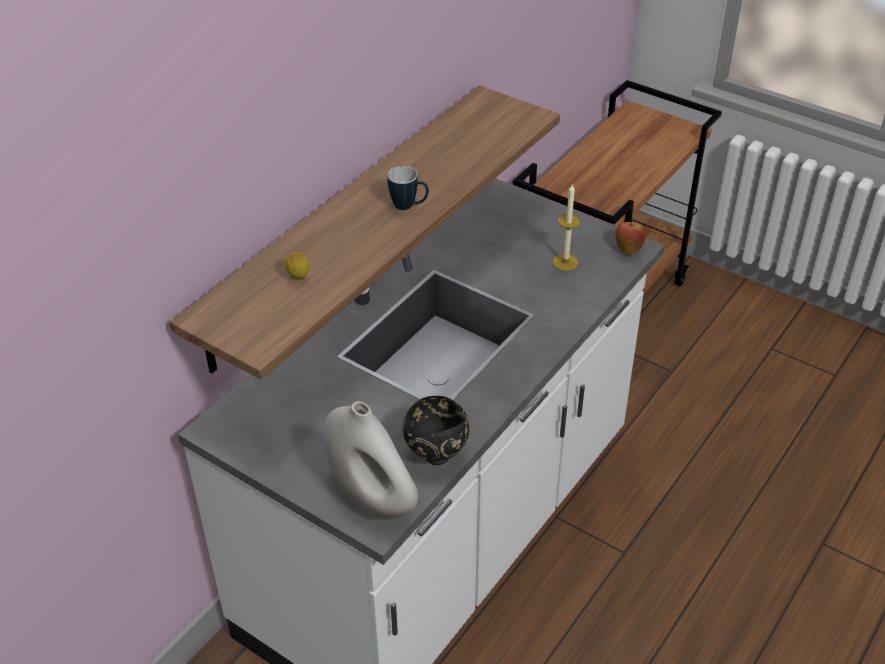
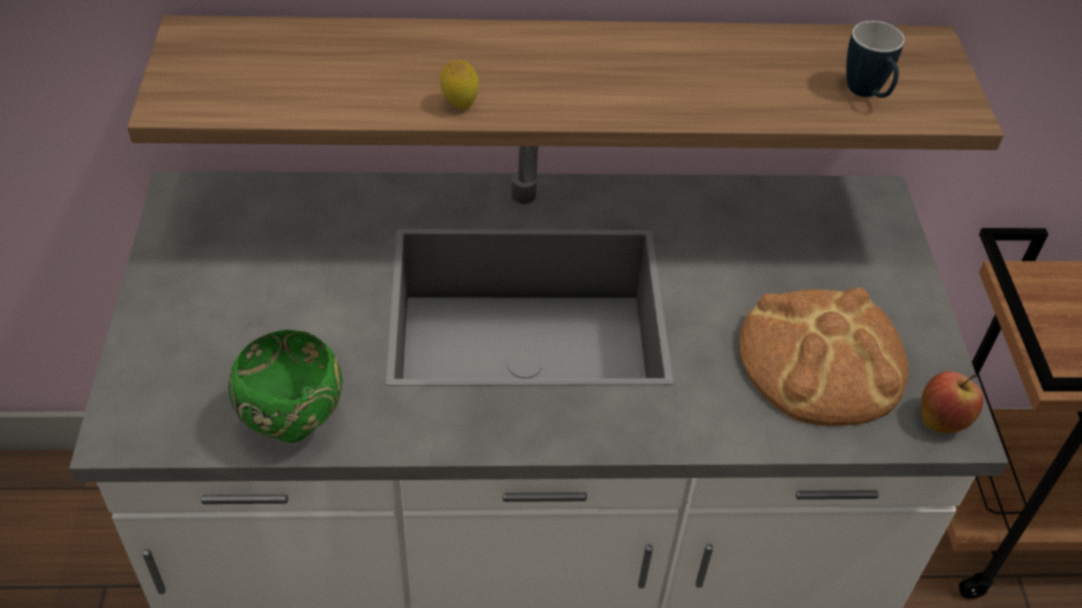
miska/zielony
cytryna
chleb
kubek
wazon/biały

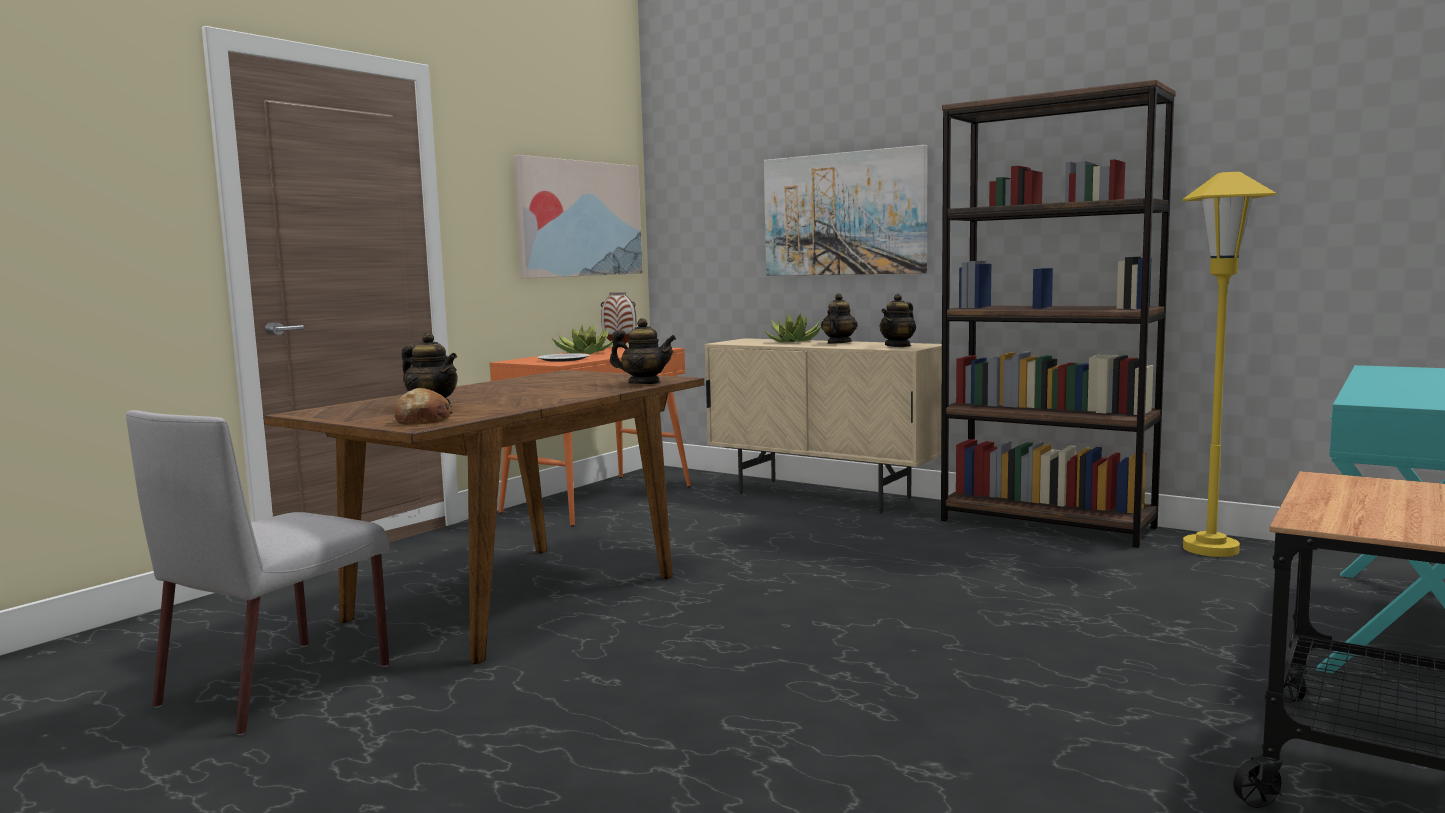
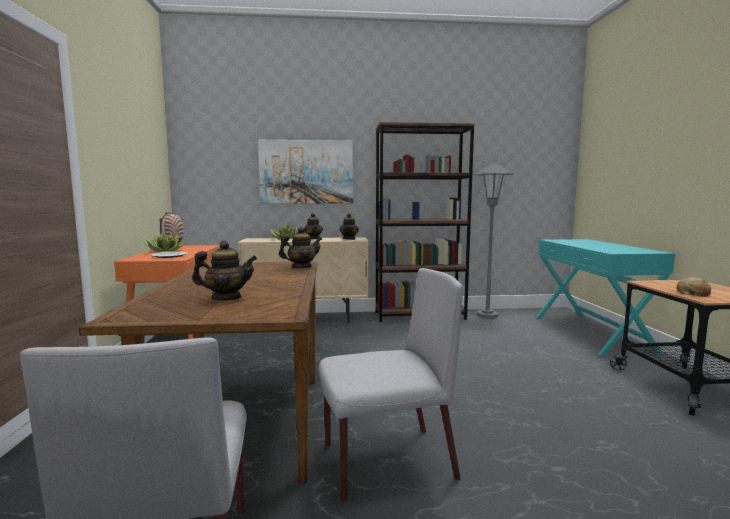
krzesło/szary (2nd from left)
lampa stojąca/szary
chleb
obraz (1st from left in the first image)

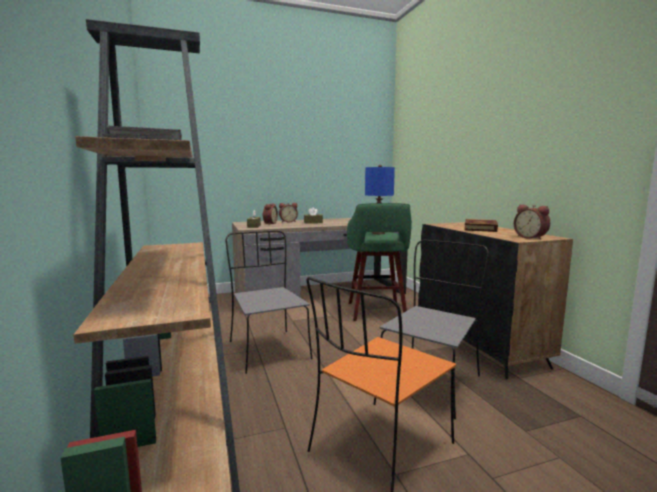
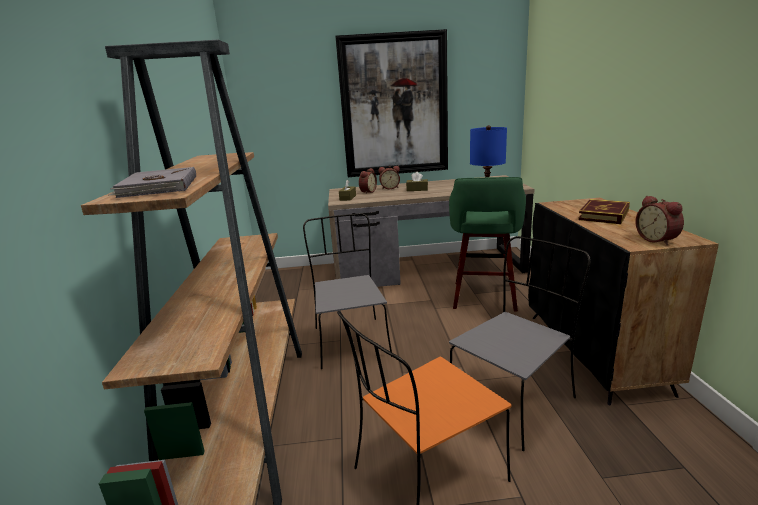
obraz

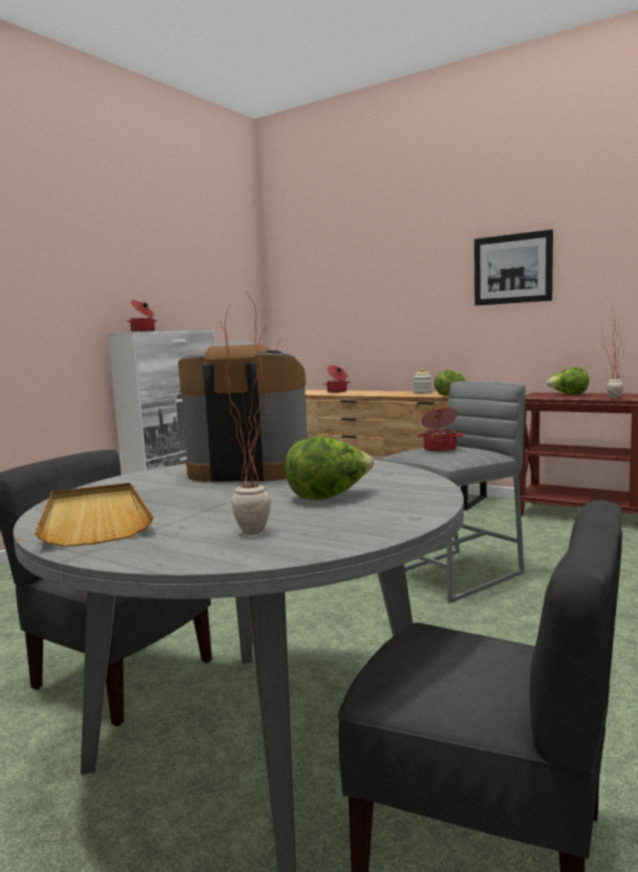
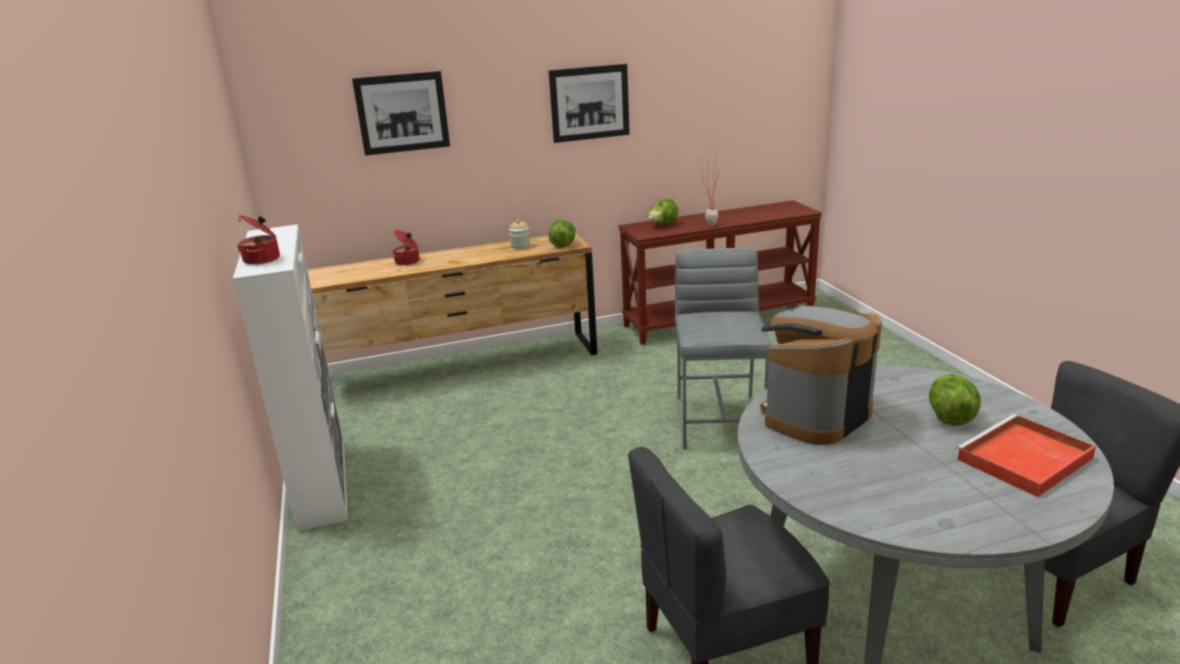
obraz (1st from left)
taca/czerwony
taca/beżowy
garnek (3rd from left in the first image)

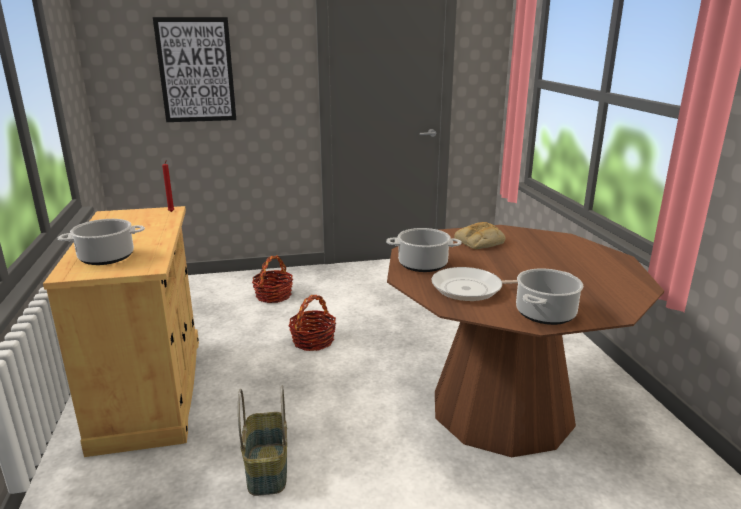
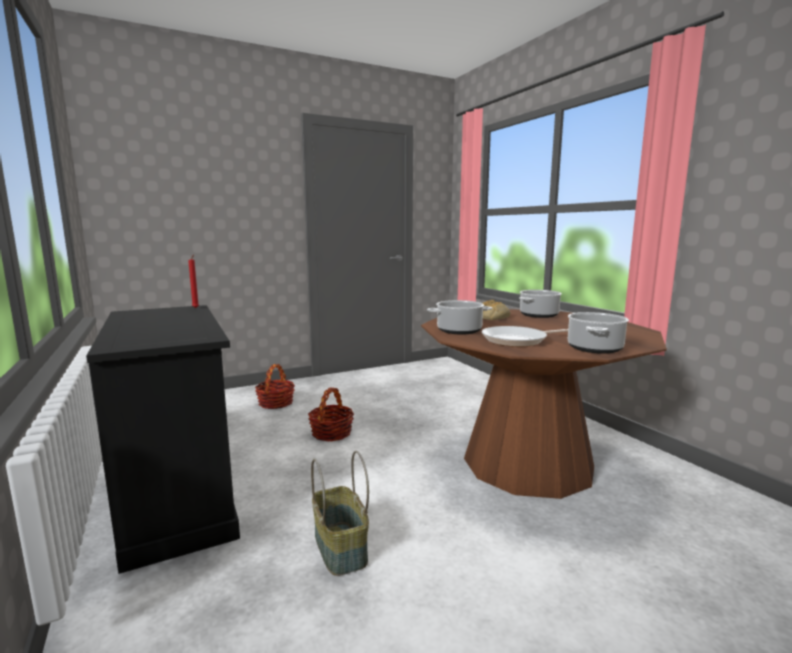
szafka/czarny
garnek (2nd from left)
obraz

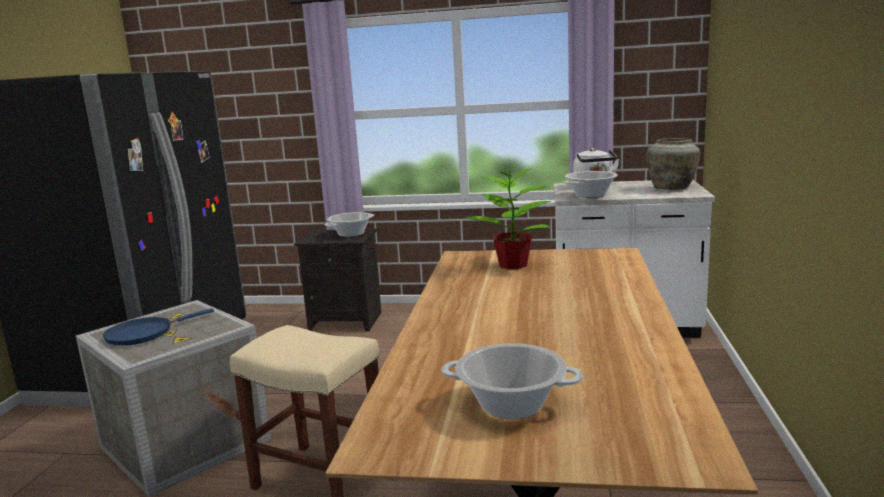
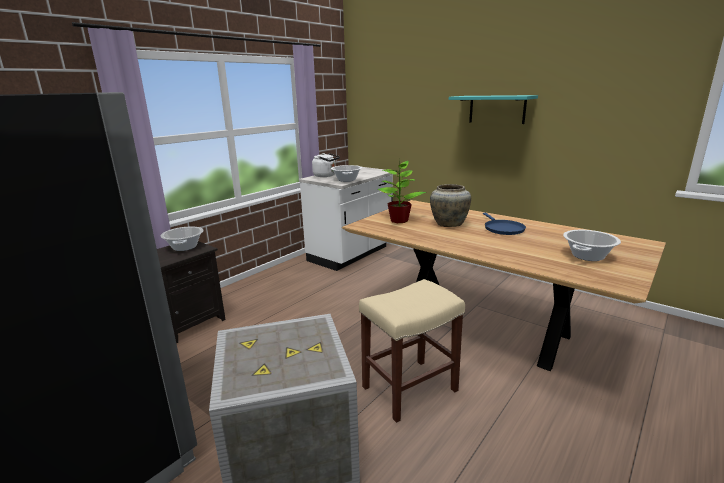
wazon/beżowy
półka/turkusowy
patelnia/niebieski

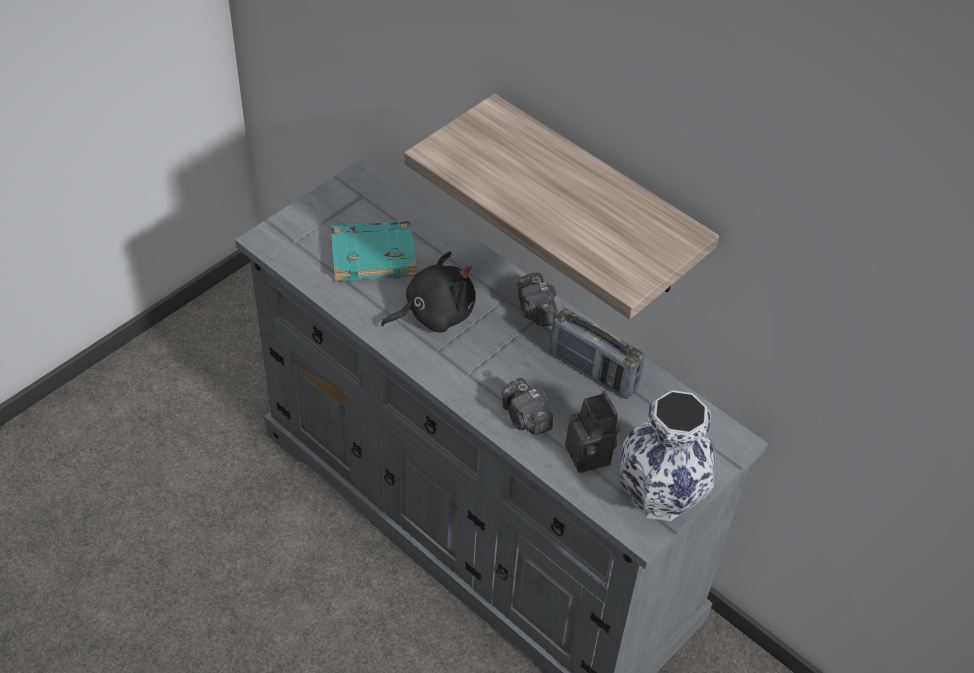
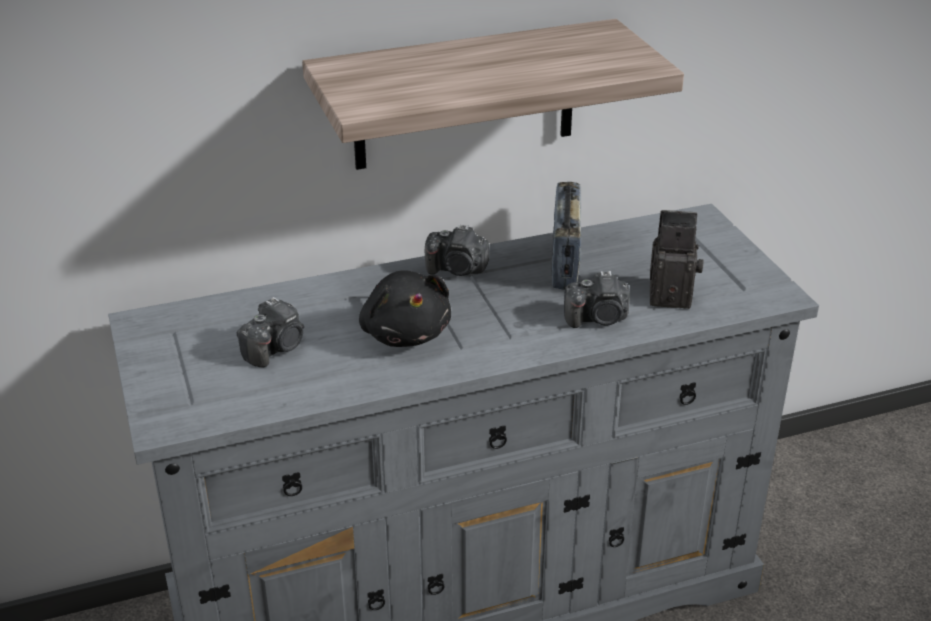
aparat fotograficzny (1st from left)
pluszak/czarny
radio
wazon

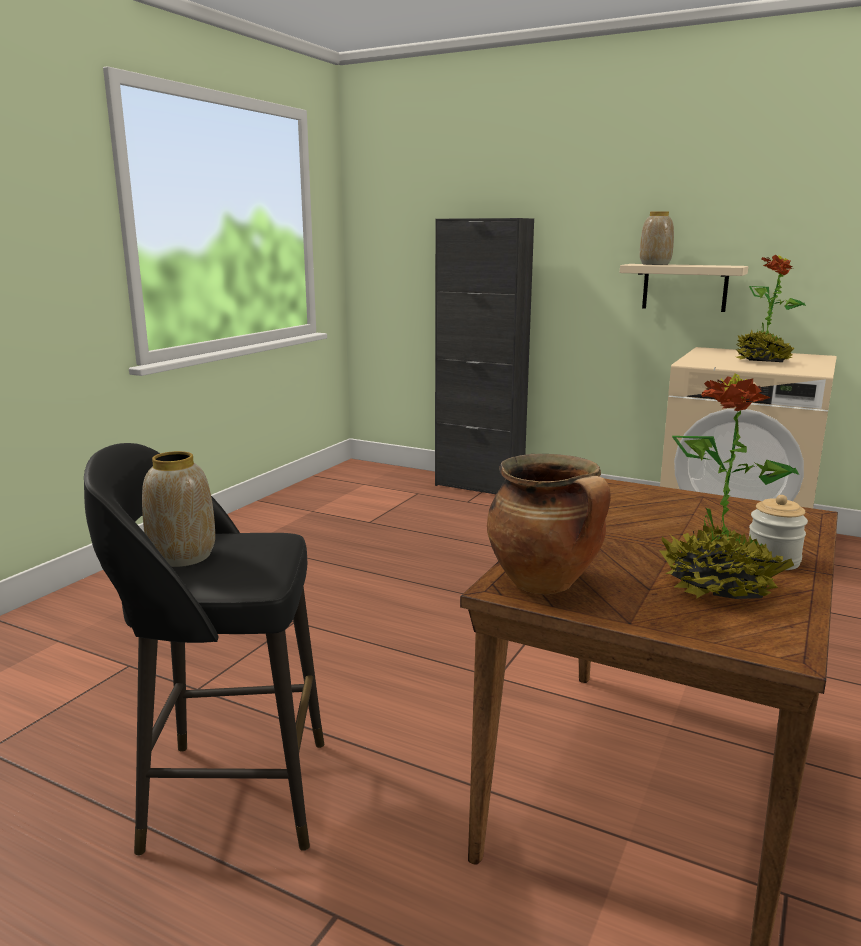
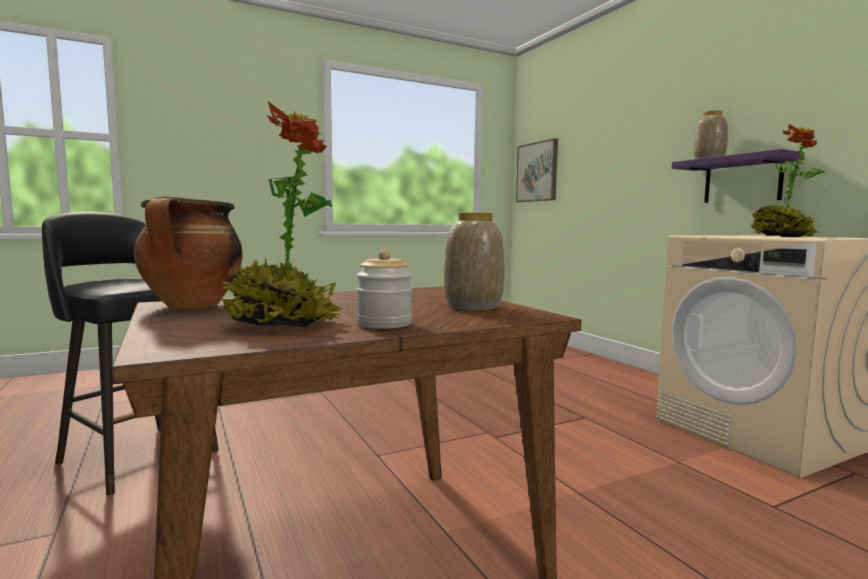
wazon (1st from left)
obraz
półka/fioletowy
szafka/czarny

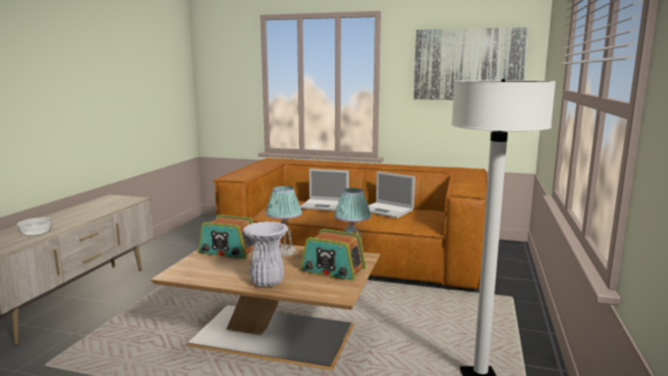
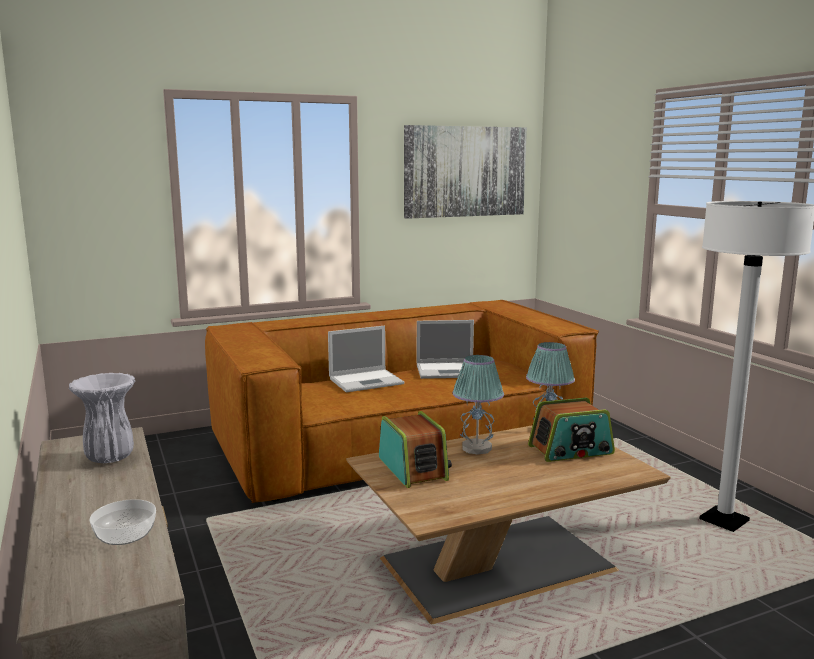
wazon/biały
radio (1st from left)

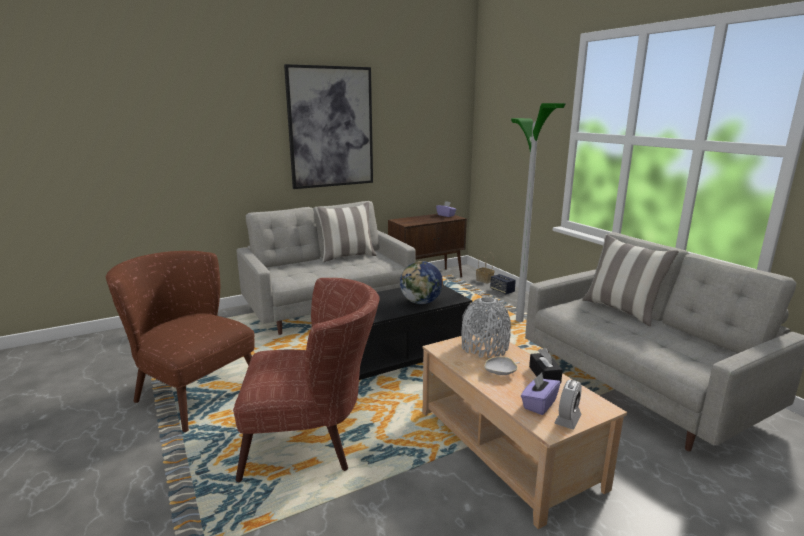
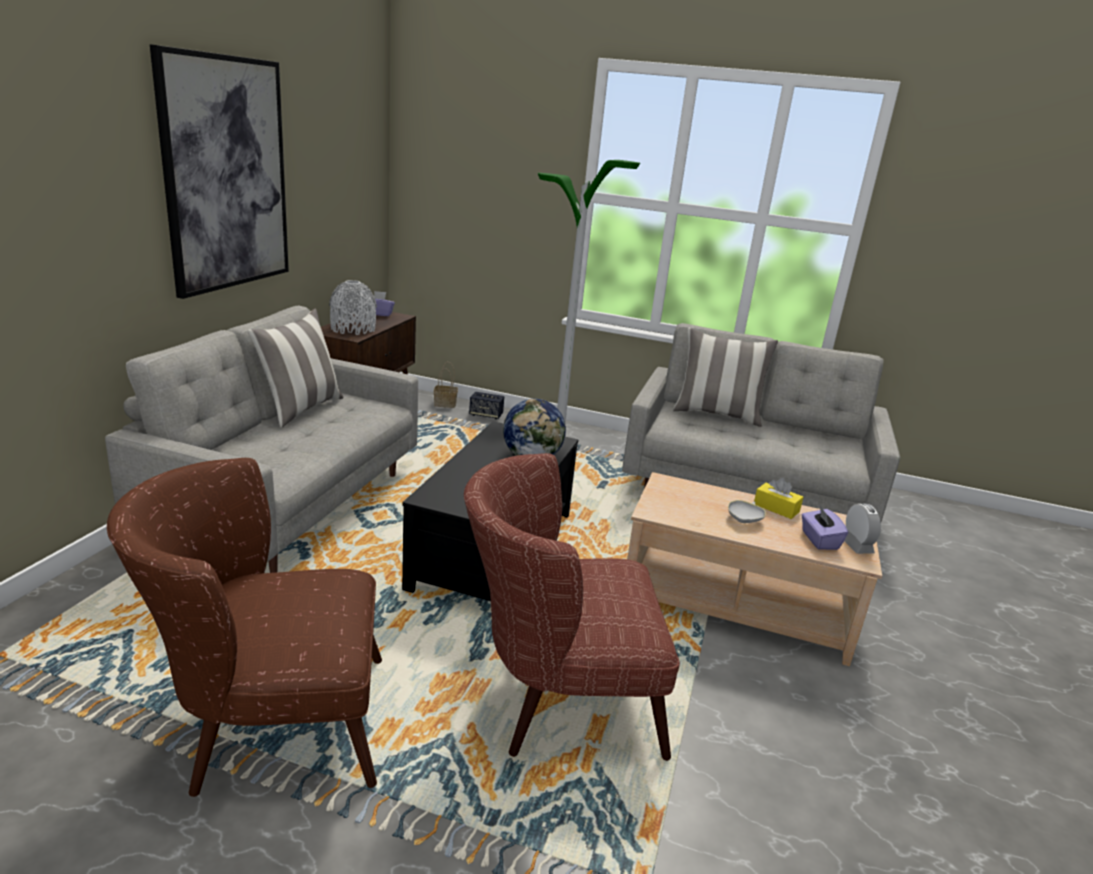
wazon/szary
fotel/brązowy (2nd from left)
pudełko chusteczek/żółty

